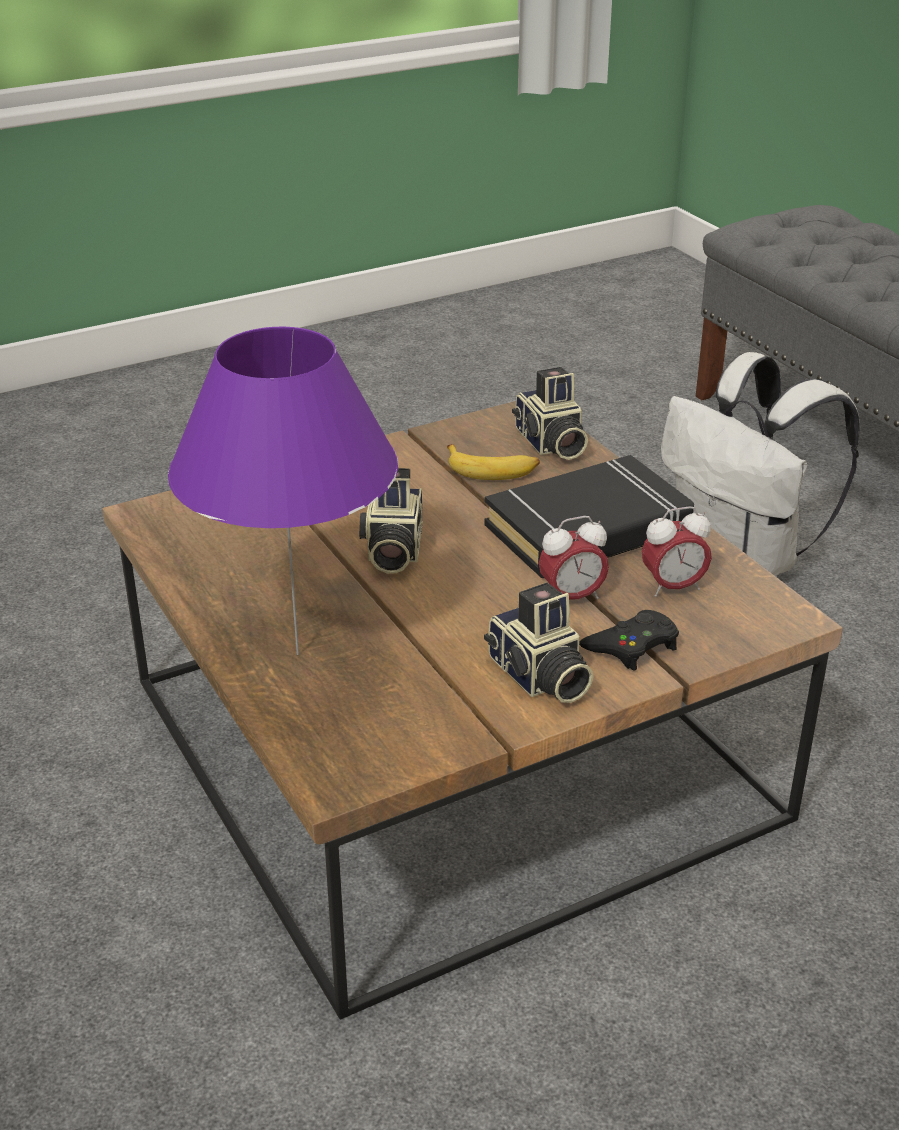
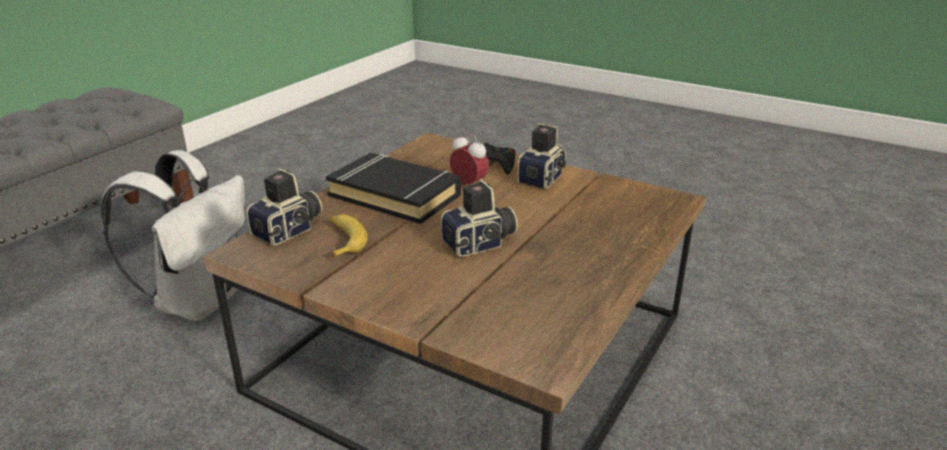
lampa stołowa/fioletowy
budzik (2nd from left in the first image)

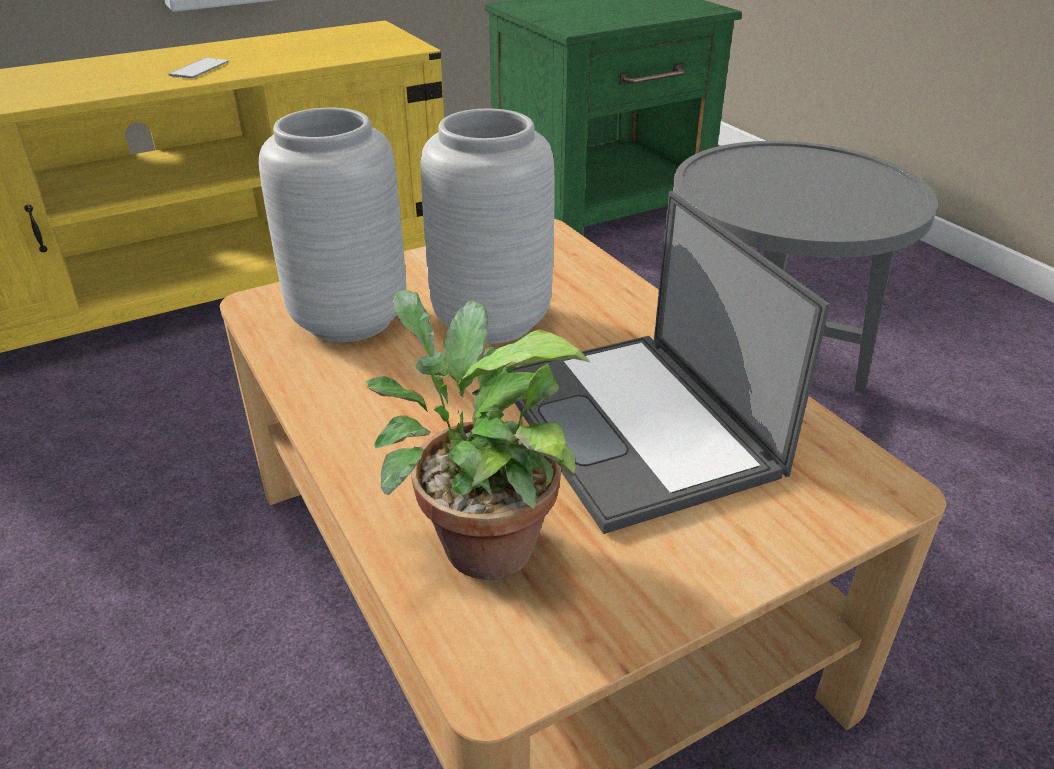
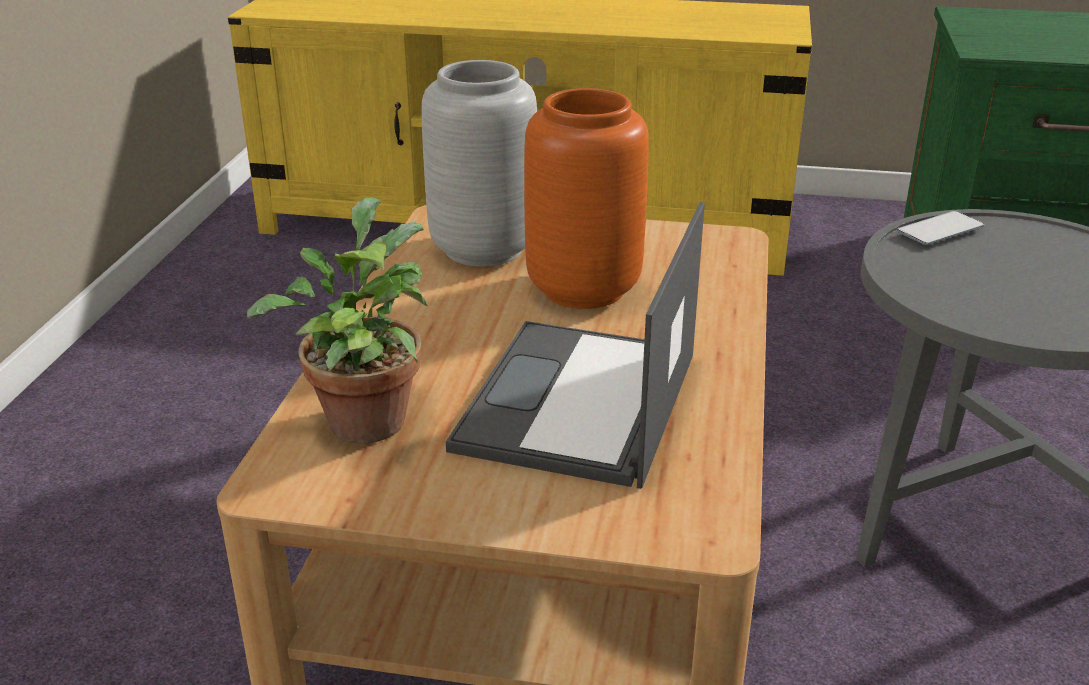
wazon/pomarańczowy
telefon

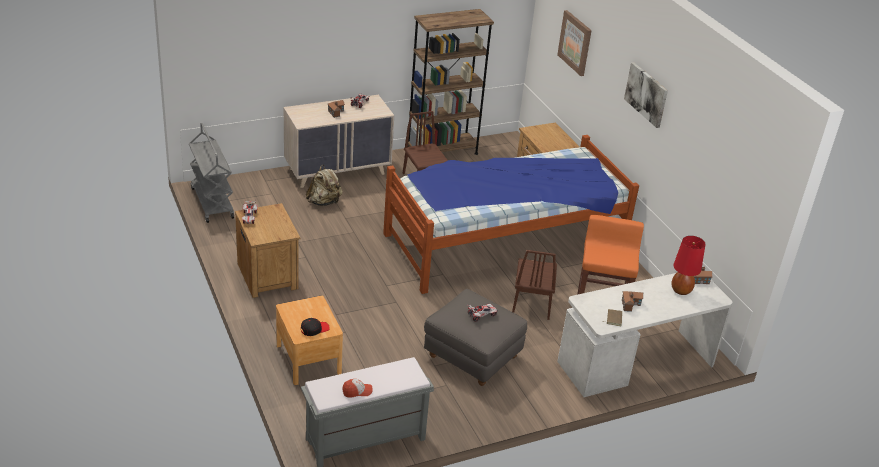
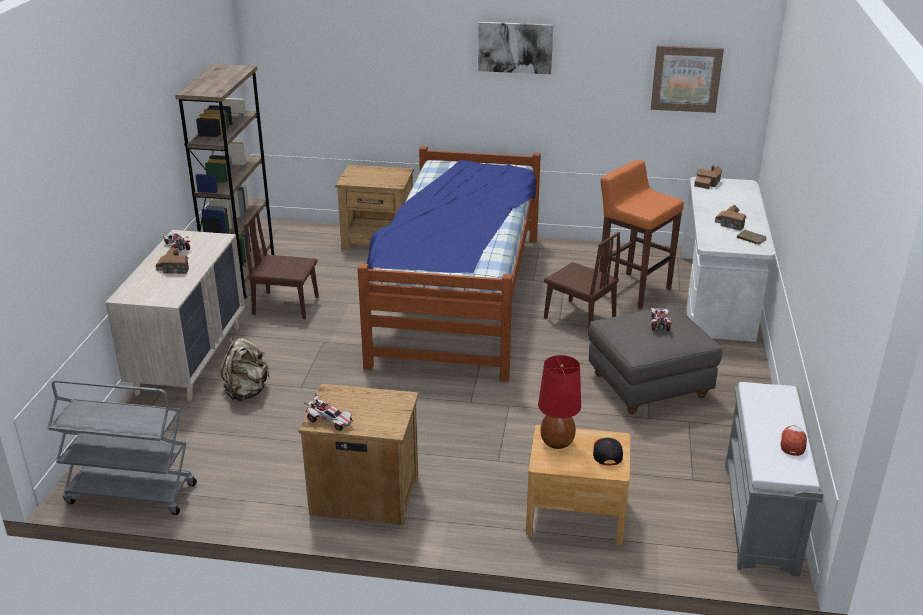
lampa stołowa/czerwony
obraz (2nd from left)

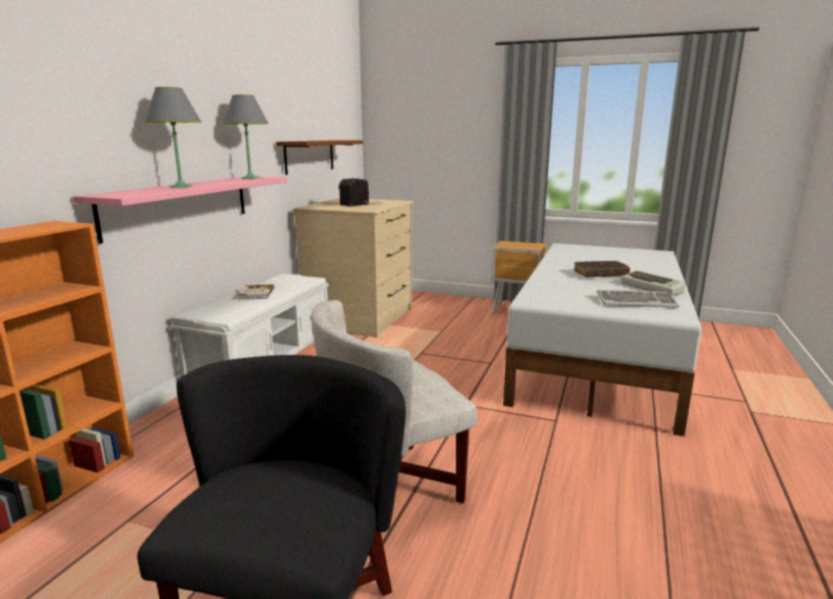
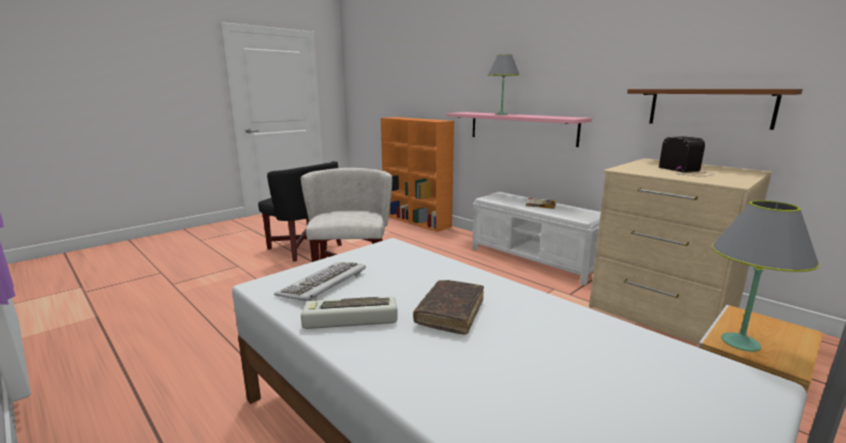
lampa stołowa/szary (2nd from left)

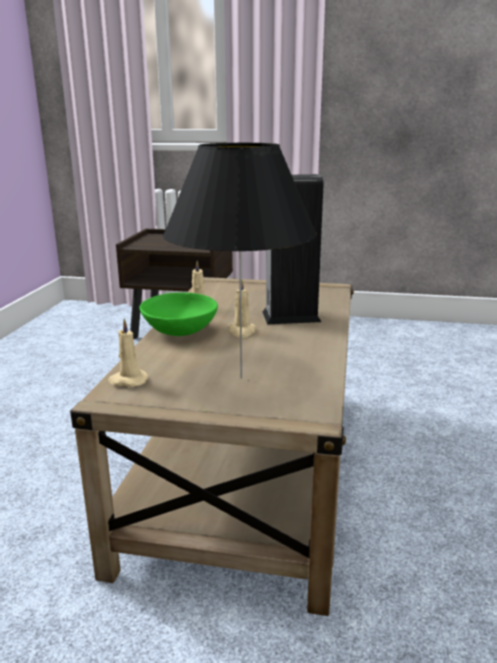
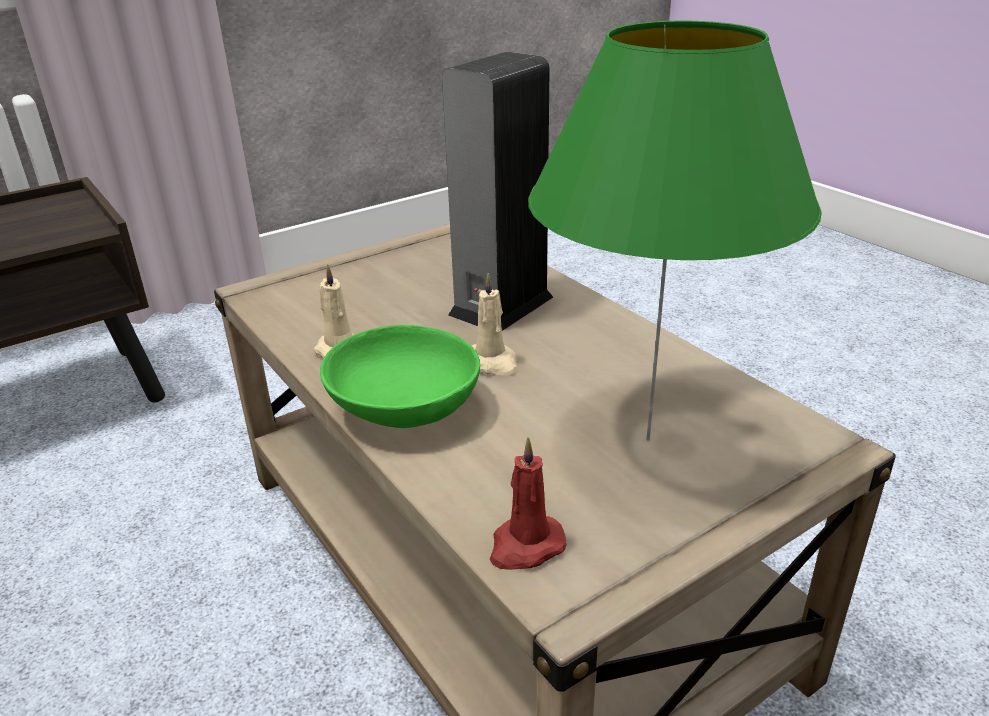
świeca/czerwony
lampa stołowa/zielony

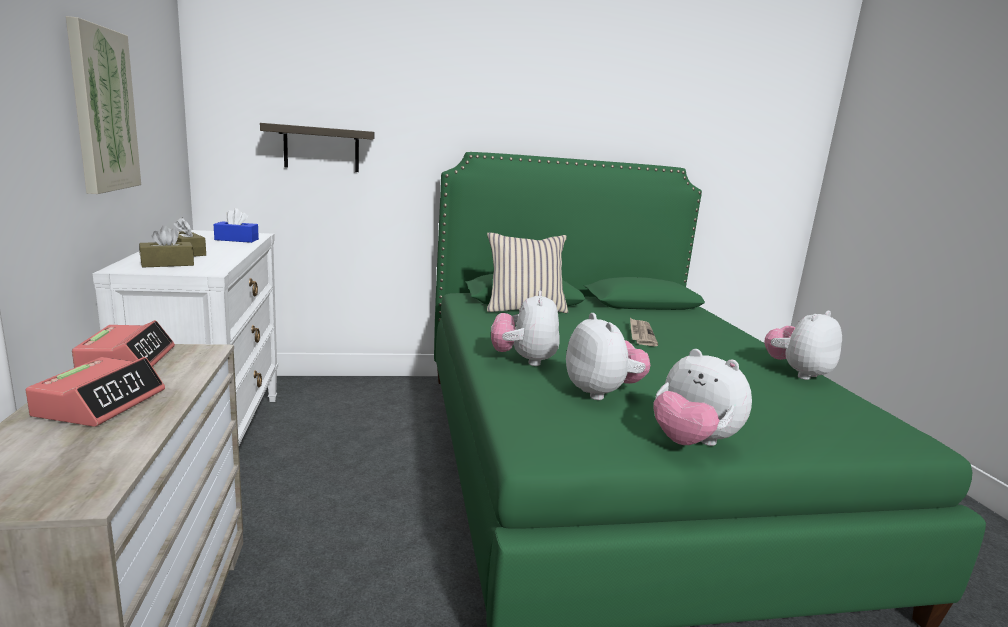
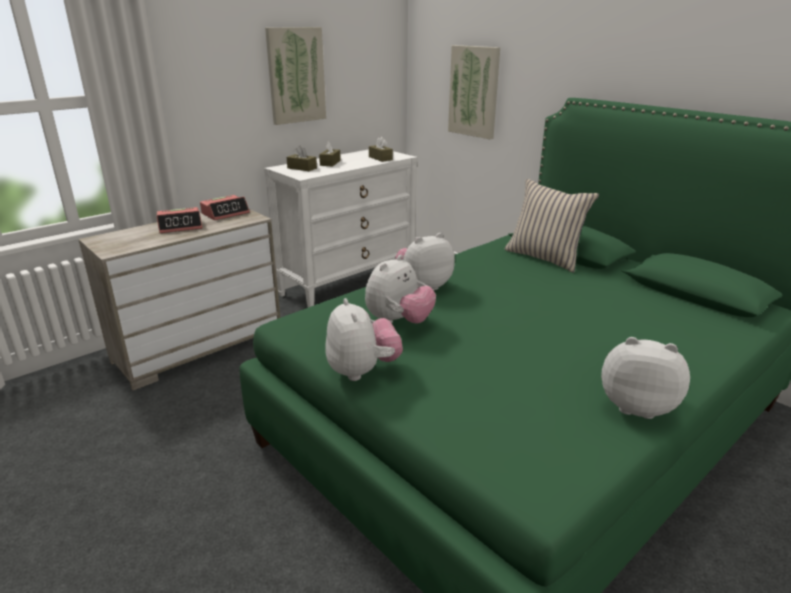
pluszak (1st from left)
pudełko chusteczek/brązowy (3rd from left)
obraz (2nd from left)
gazeta

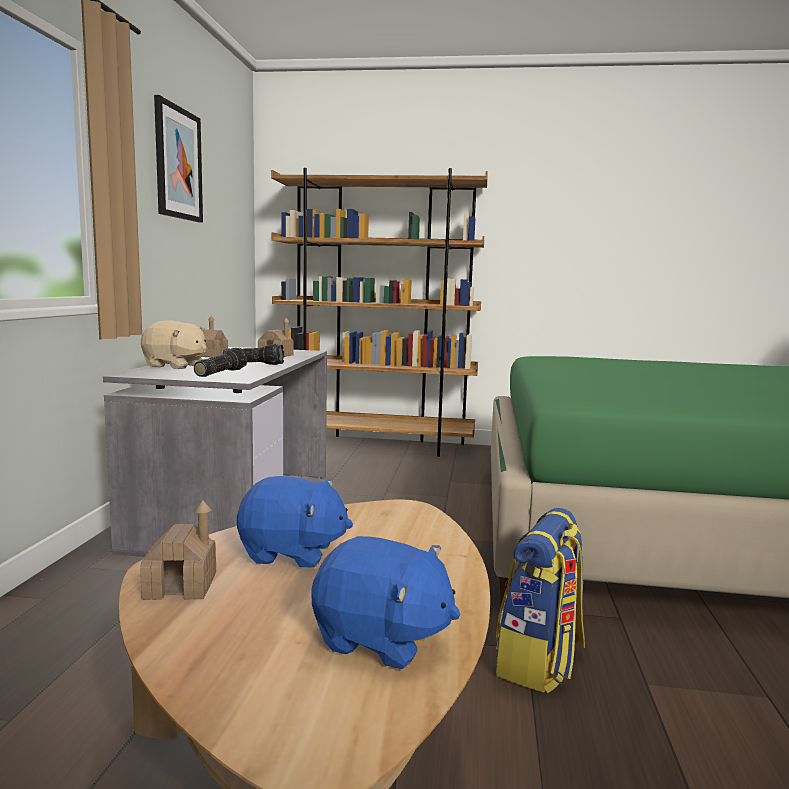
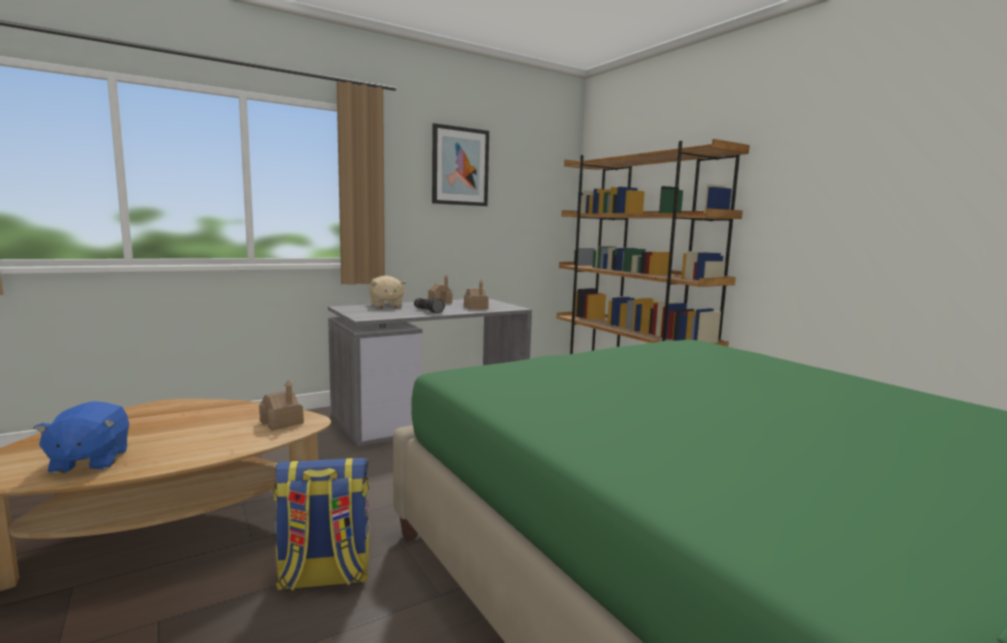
domek (1st from left)
latarka (1st from left in the first image)
pluszak/niebieski (1st from left in the first image)

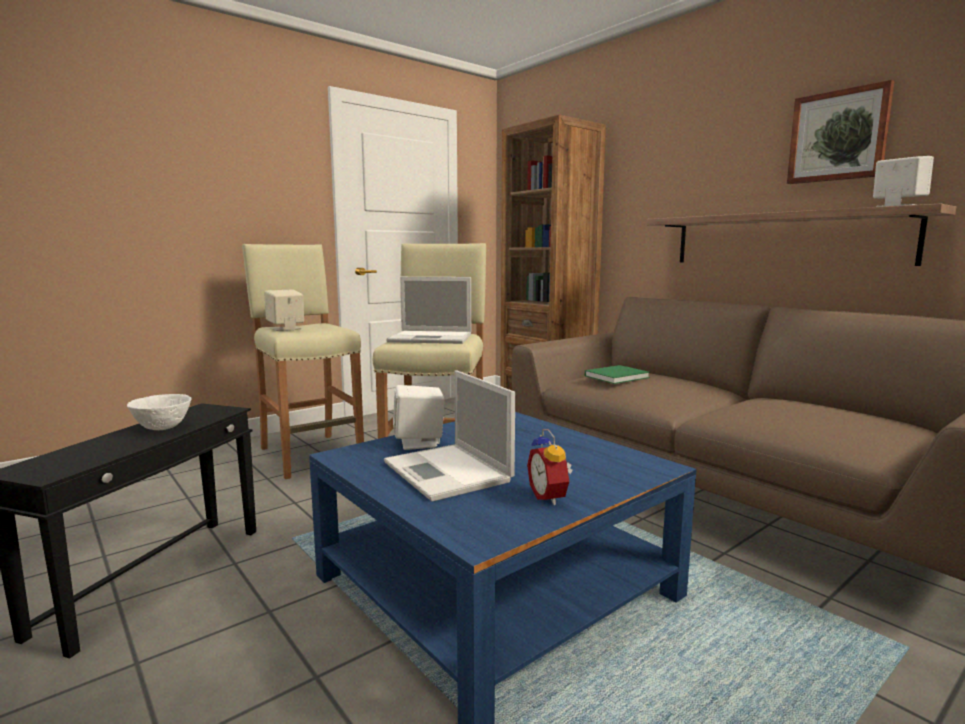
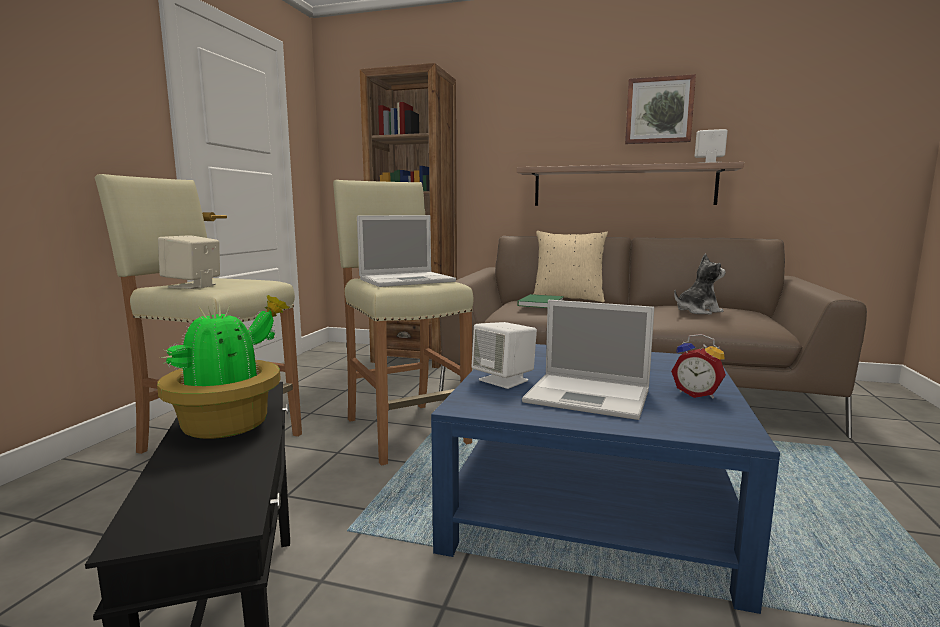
roślina doniczkowa
poduszka/beżowy
pluszak

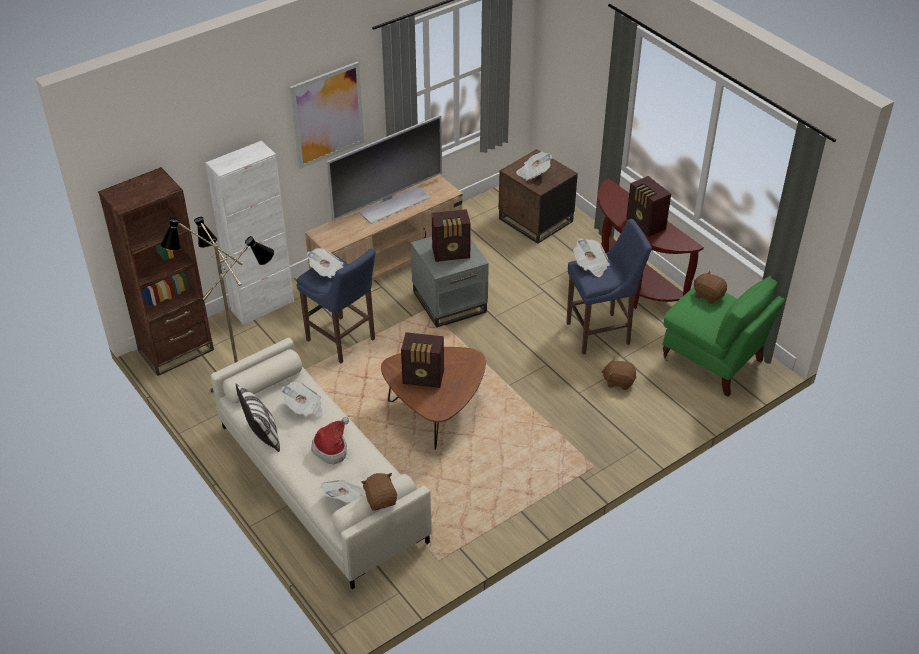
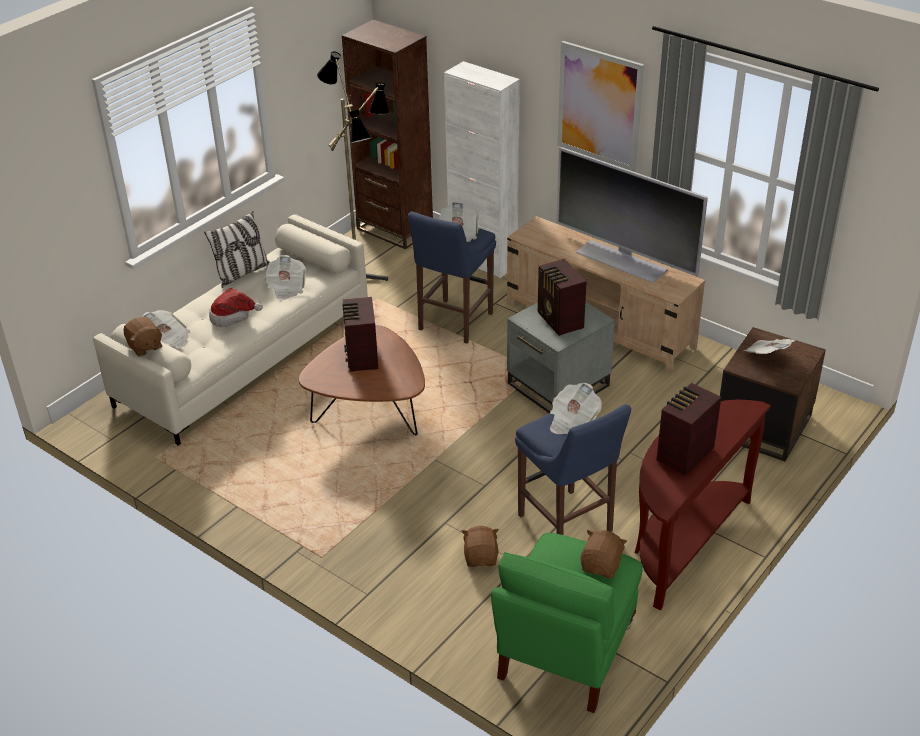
pluszak/brązowy (1st from left)

